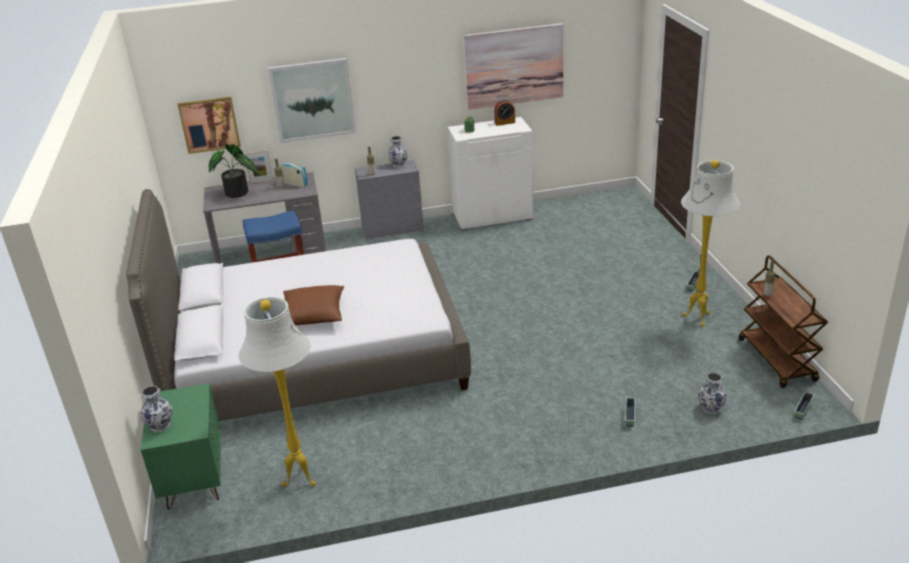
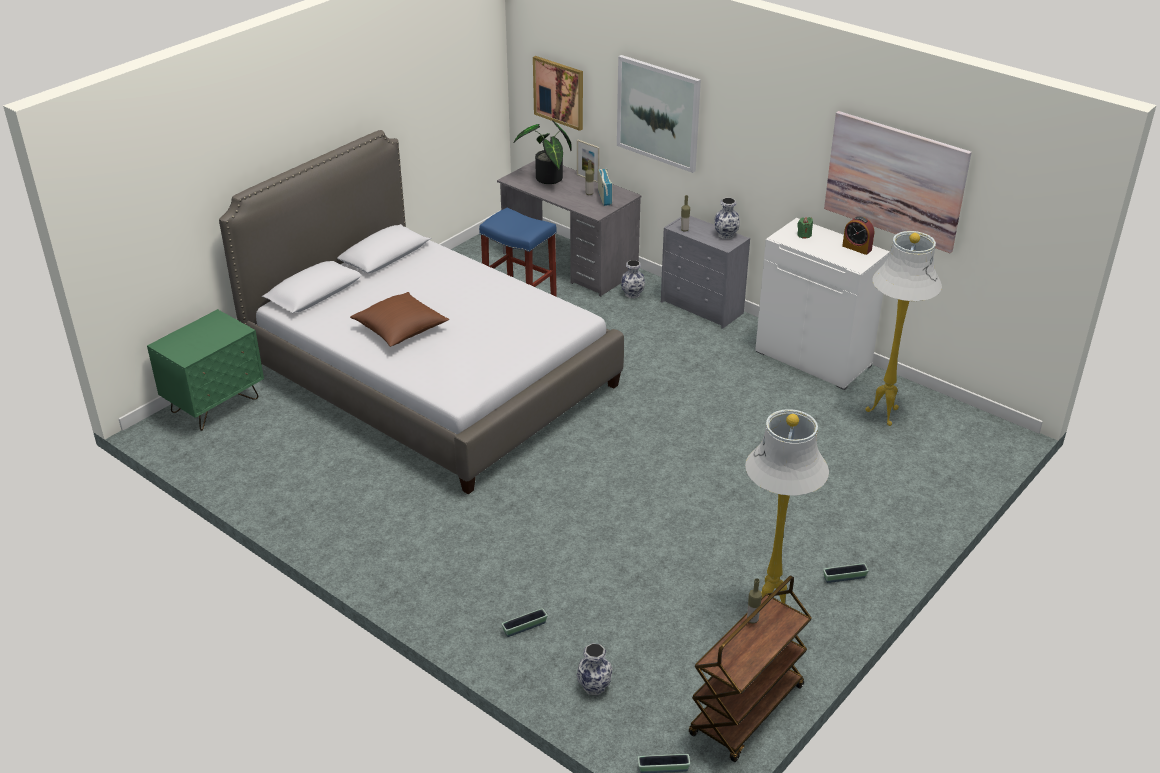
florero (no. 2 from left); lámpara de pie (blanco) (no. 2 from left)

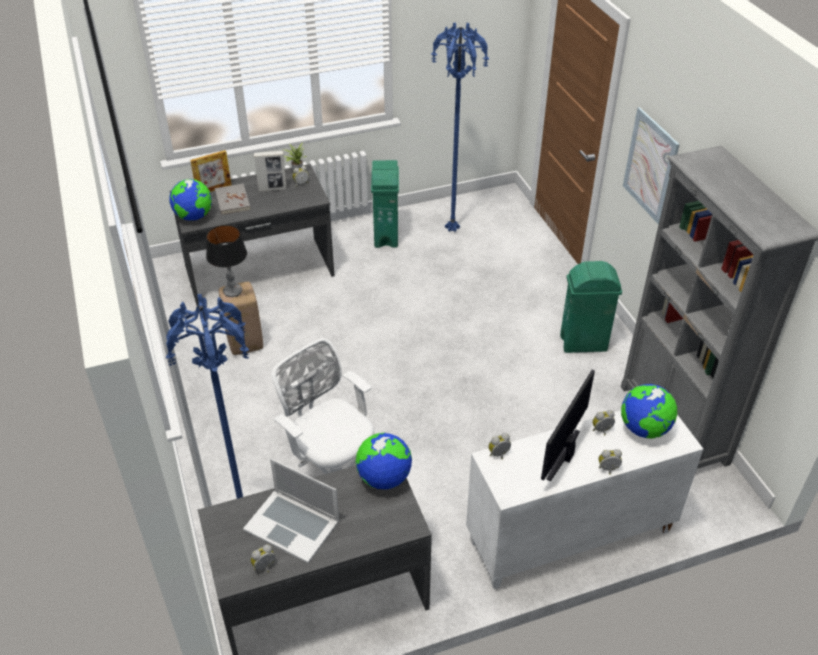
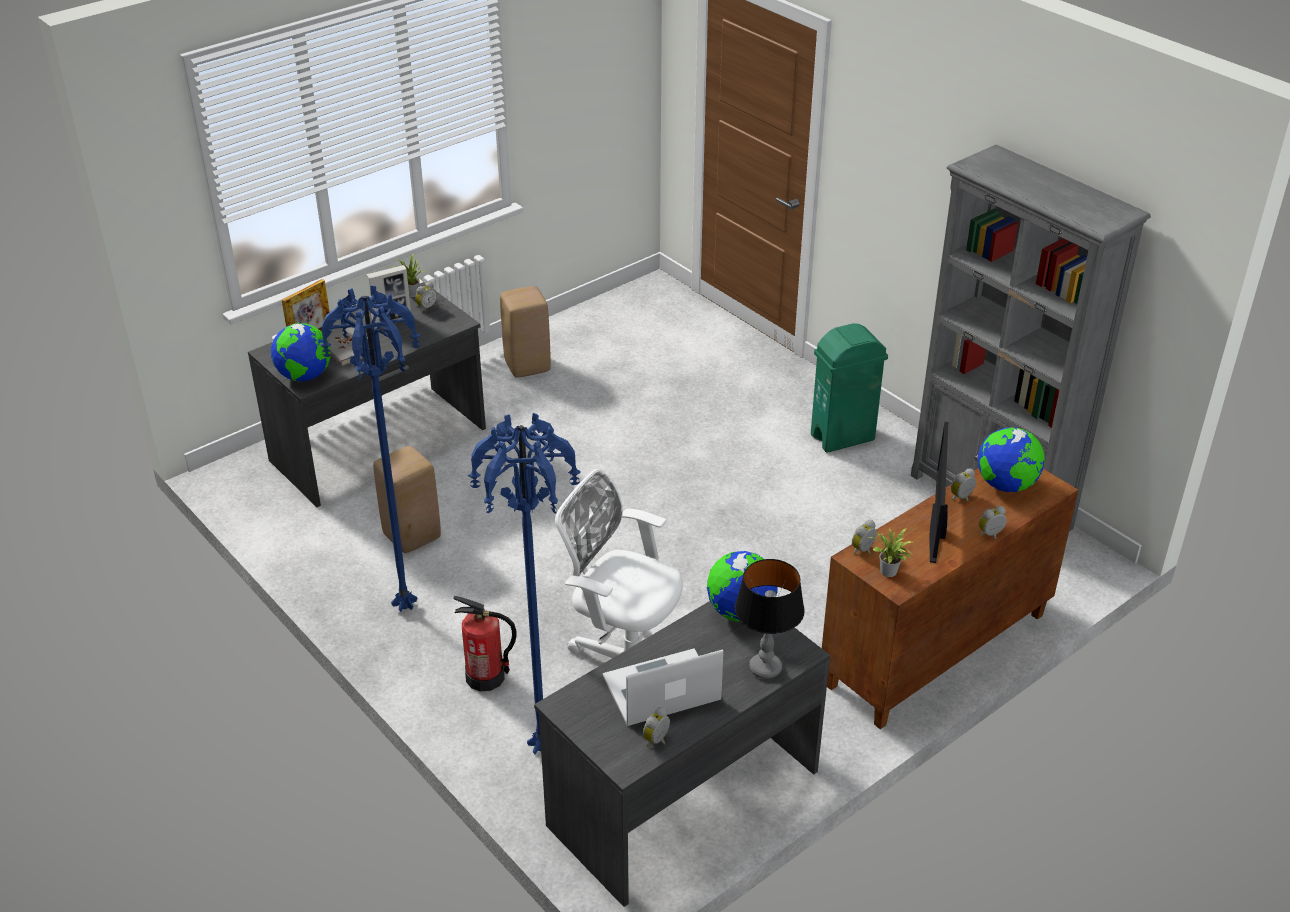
lámpara de mesa; portátil; taburete (beis) (no. 2 from left); lámpara de pie (azul) (no. 1 from left); armario (marrón); cuadro; extintor; planta en maceta (no. 2 from left)

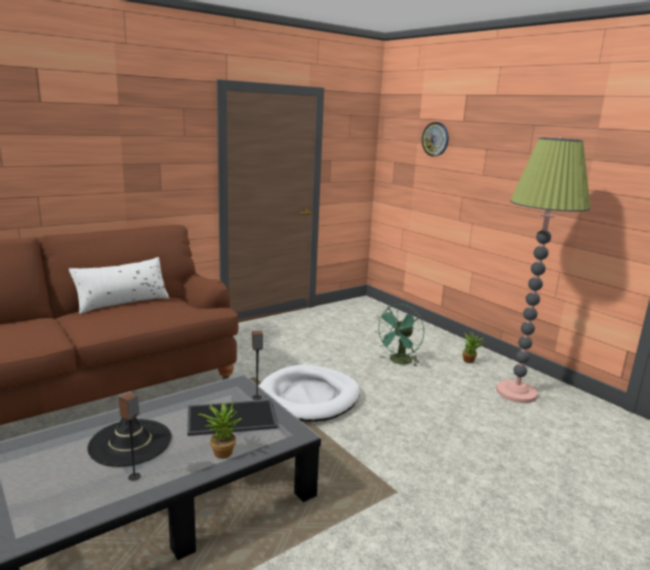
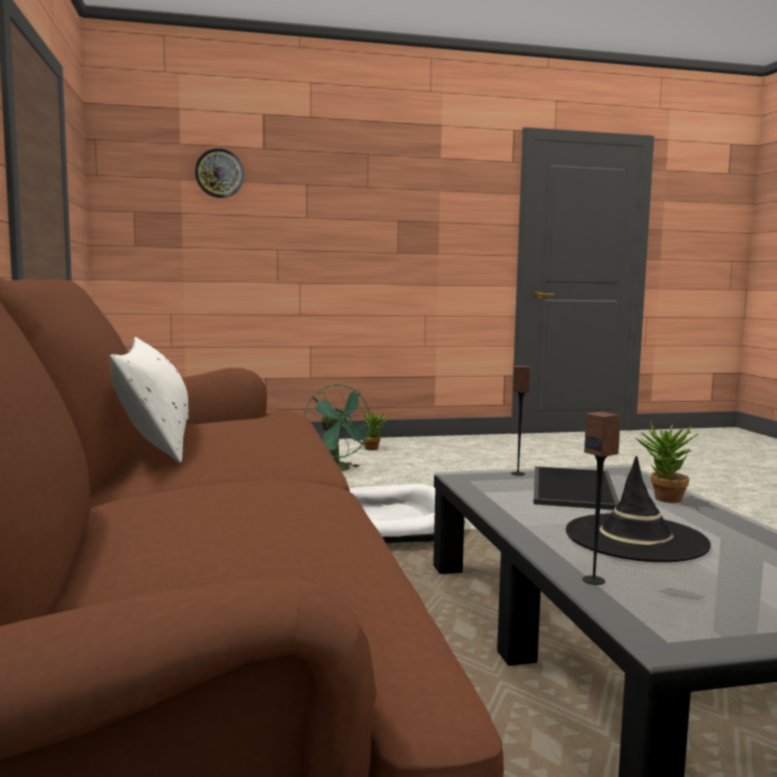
altavoz (no. 2 from left); lámpara de pie

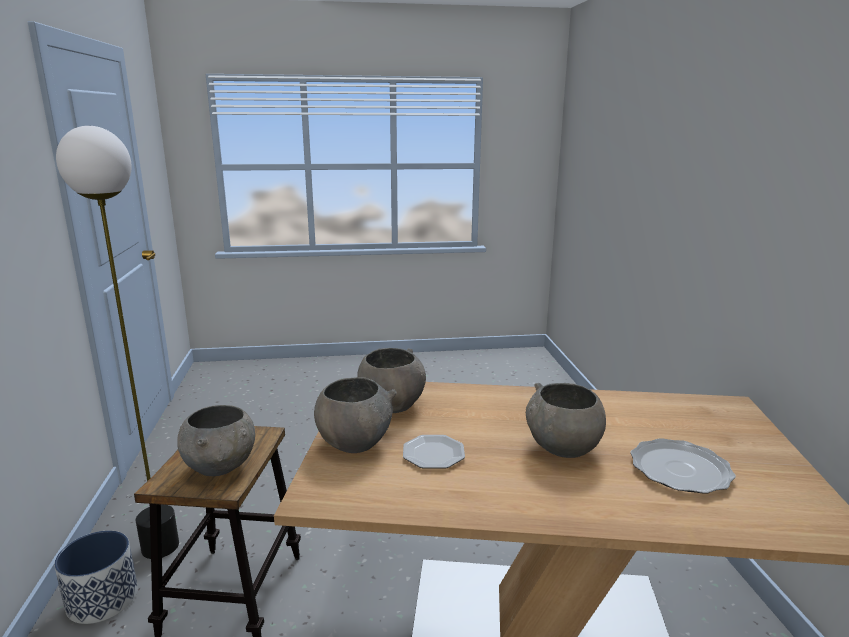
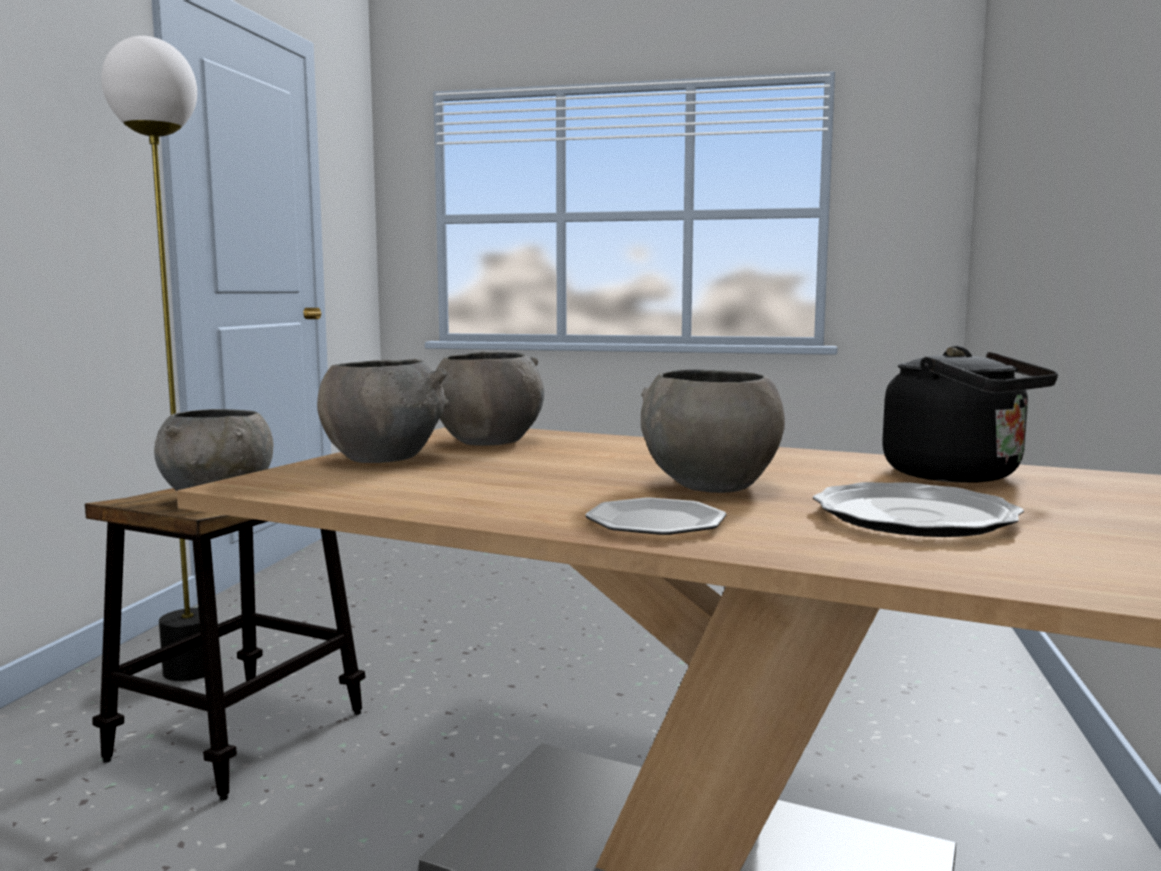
maceta; plato (no. 1 from left); hervidor (negro)

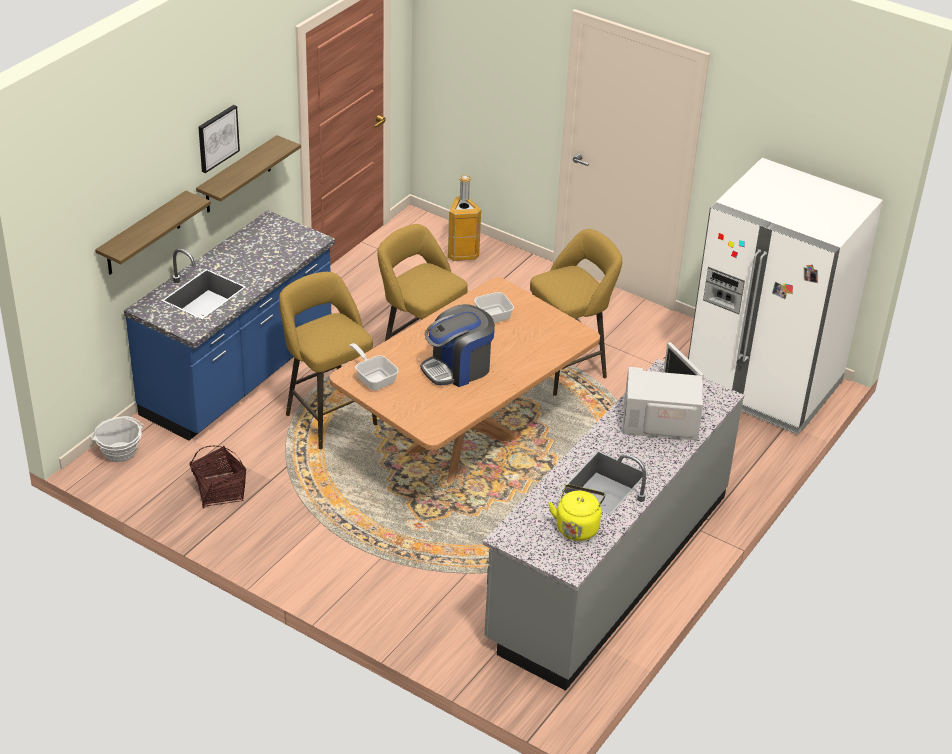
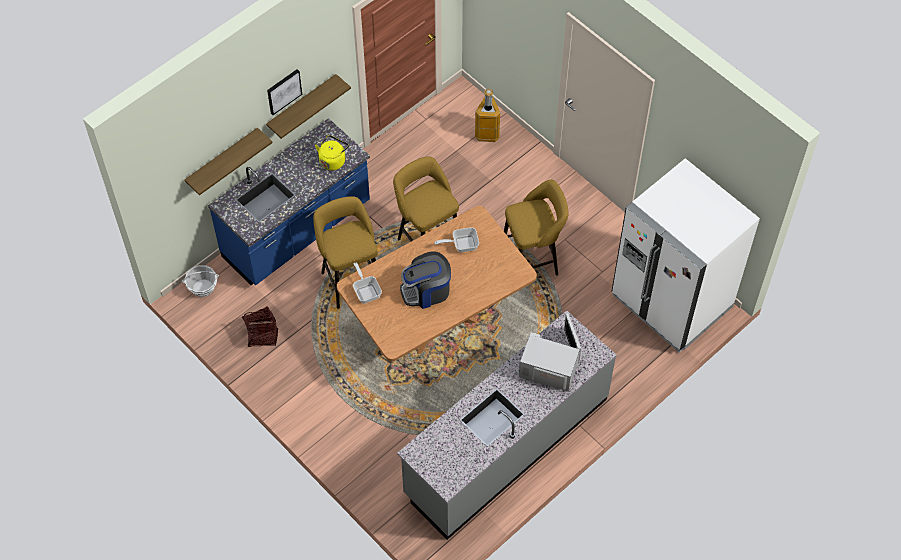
hervidor (amarillo)

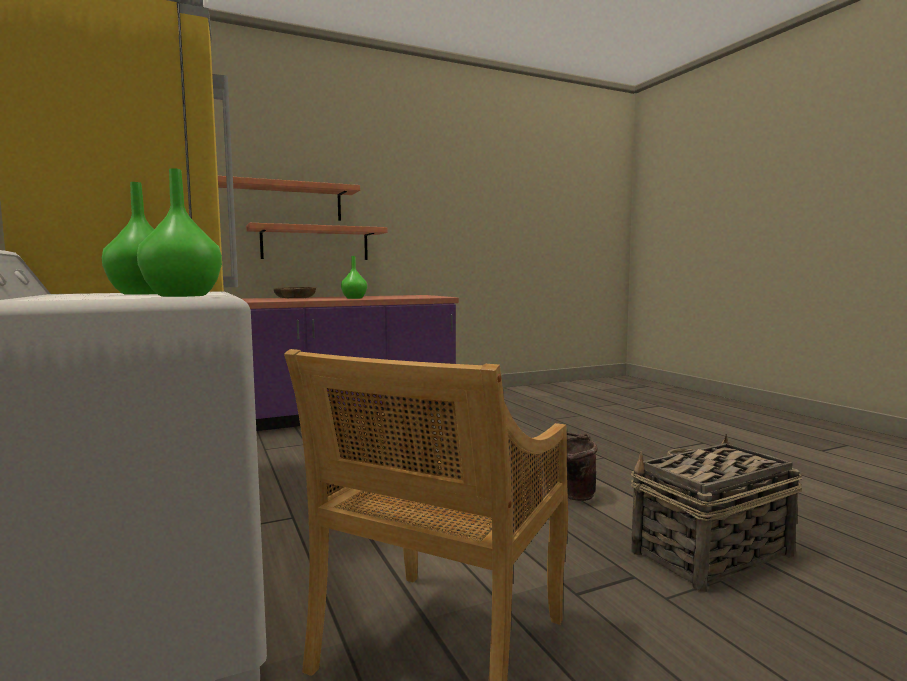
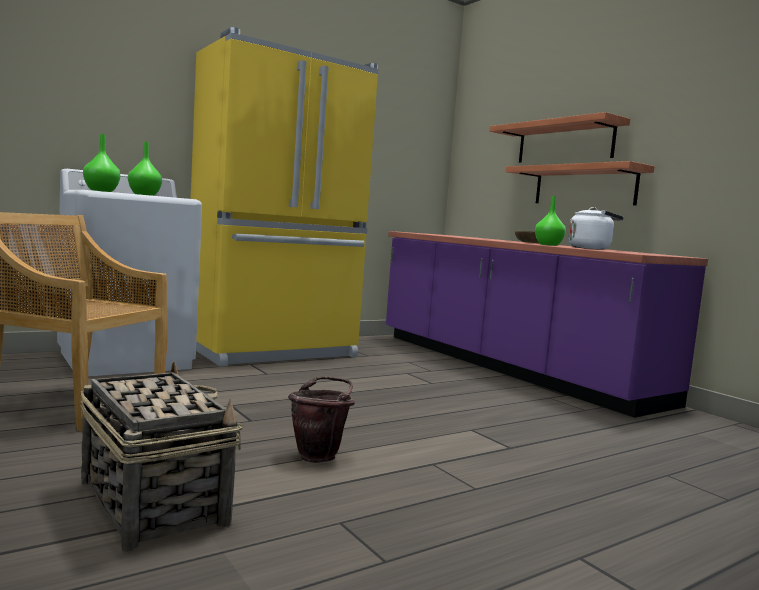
hervidor (blanco)

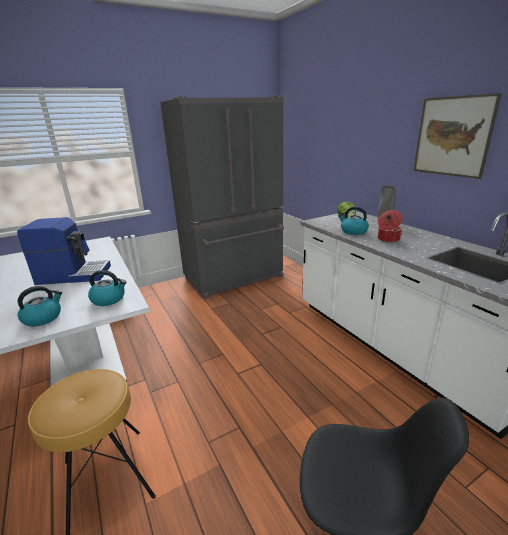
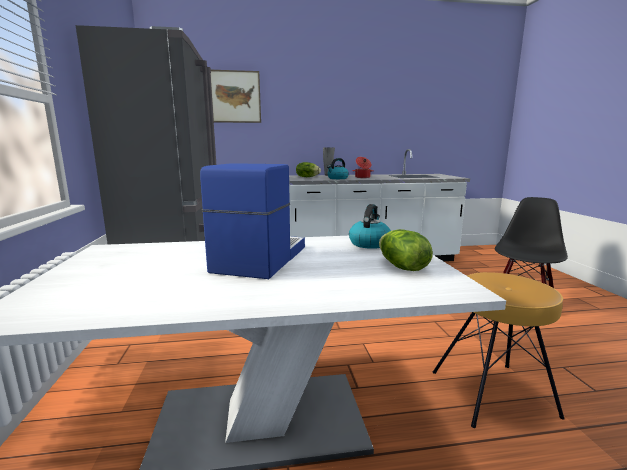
lechuga (no. 2 from left); cuadro

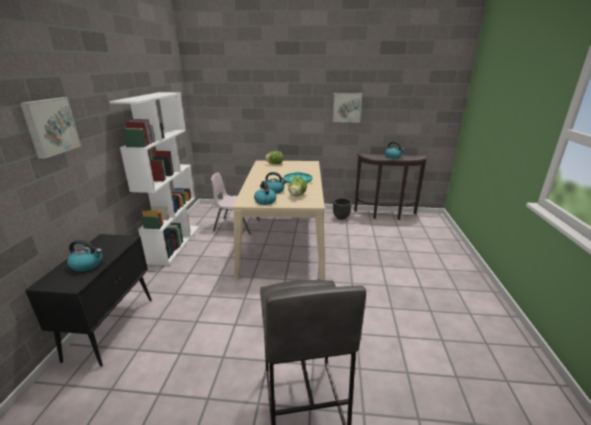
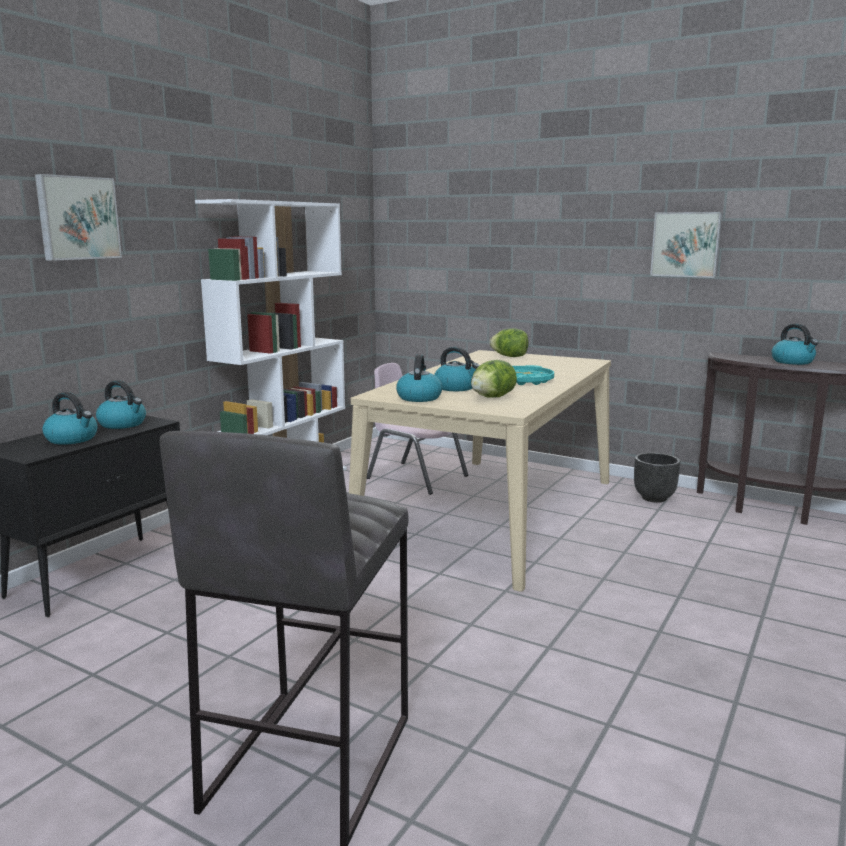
hervidor (no. 2 from left)

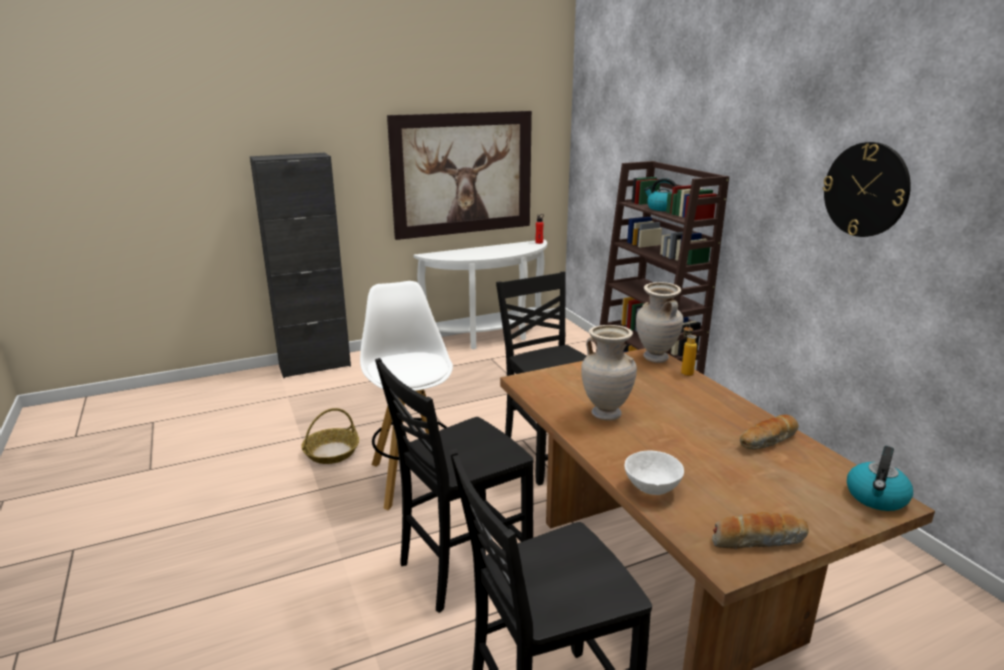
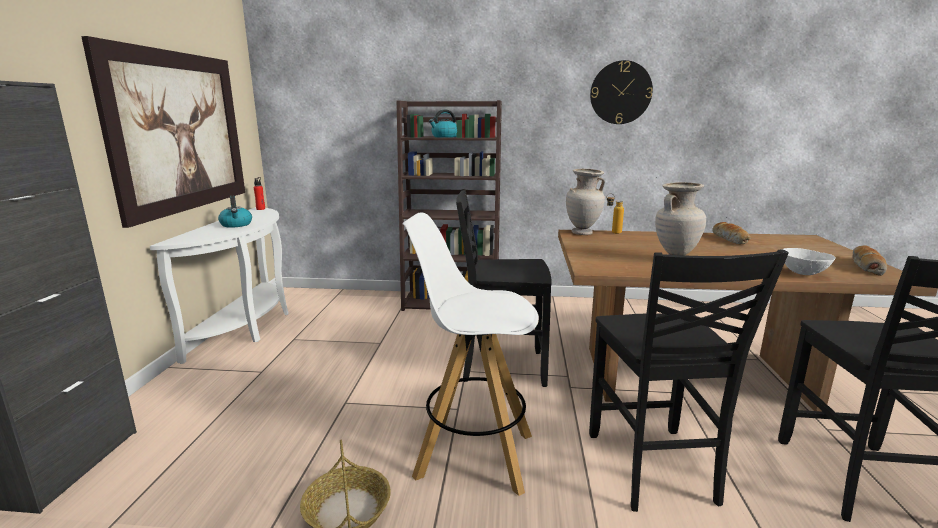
hervidor (no. 1 from left)

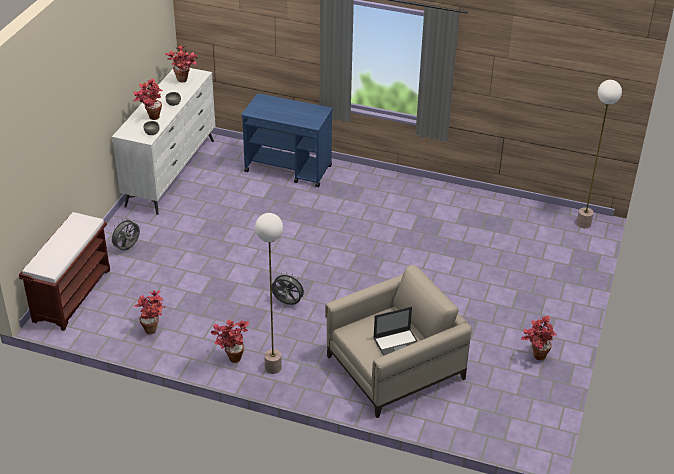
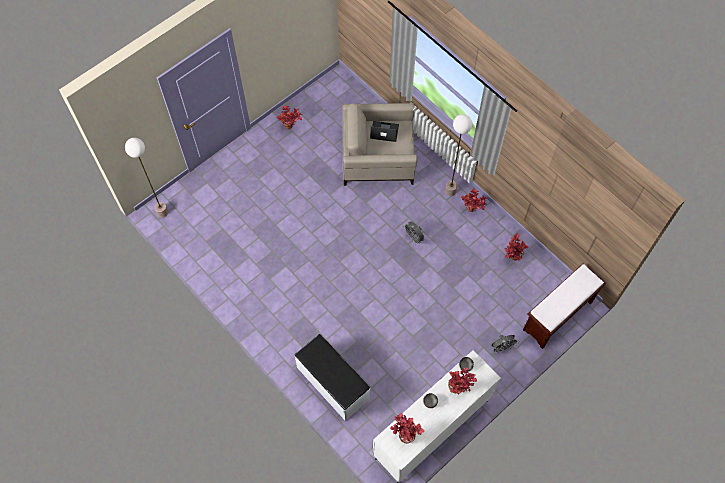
banco (blanco)

